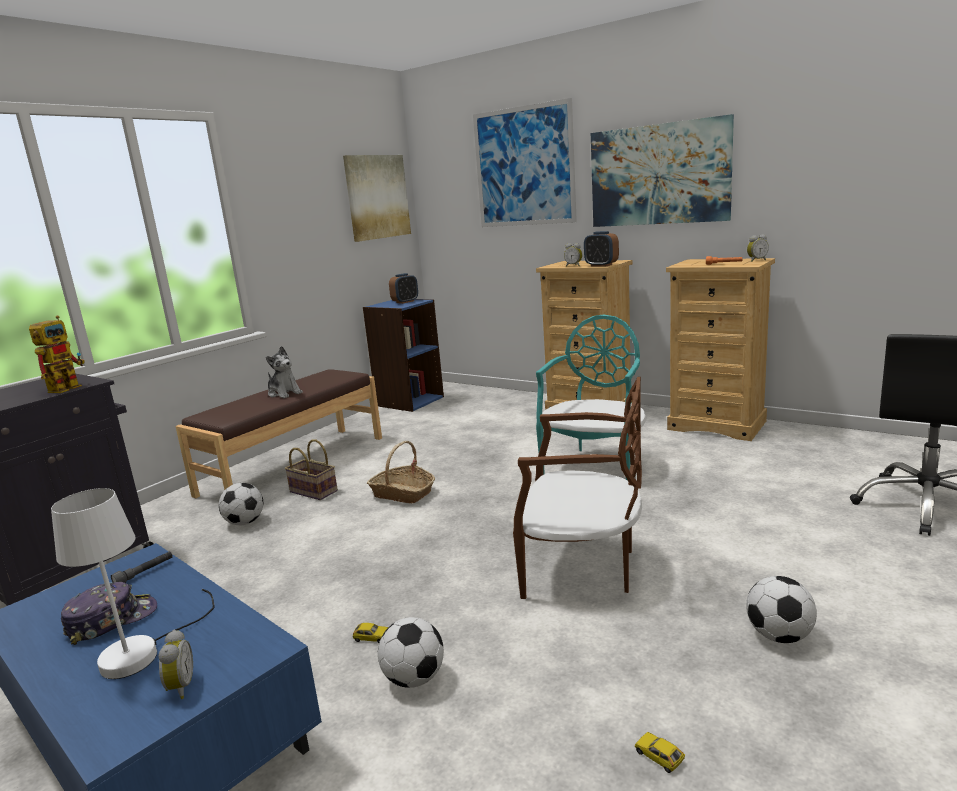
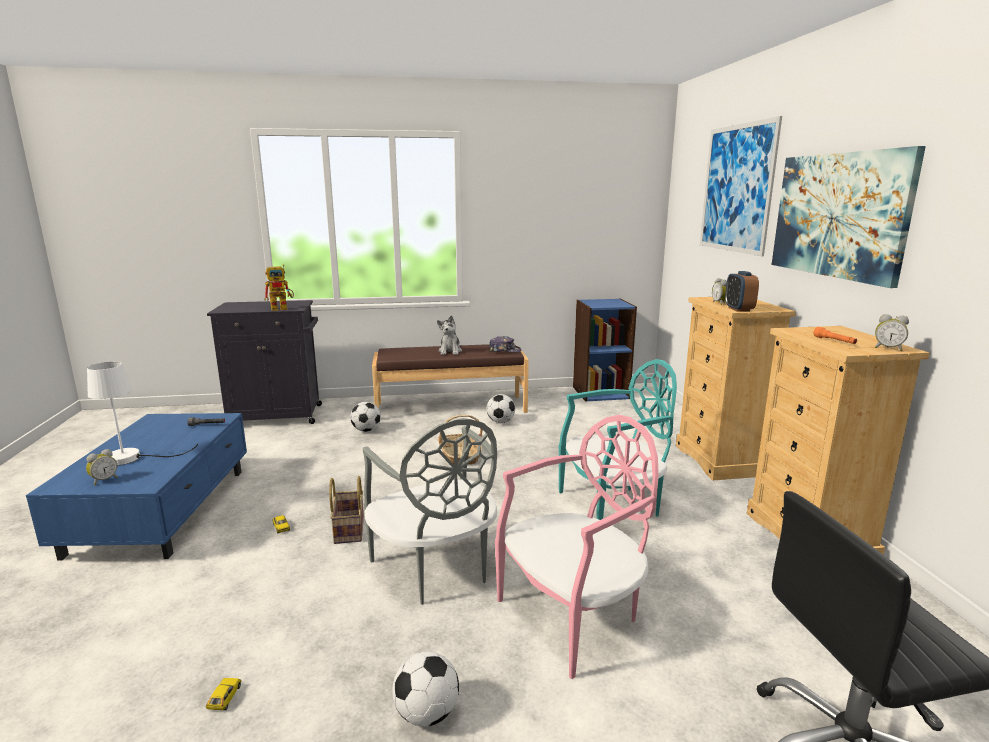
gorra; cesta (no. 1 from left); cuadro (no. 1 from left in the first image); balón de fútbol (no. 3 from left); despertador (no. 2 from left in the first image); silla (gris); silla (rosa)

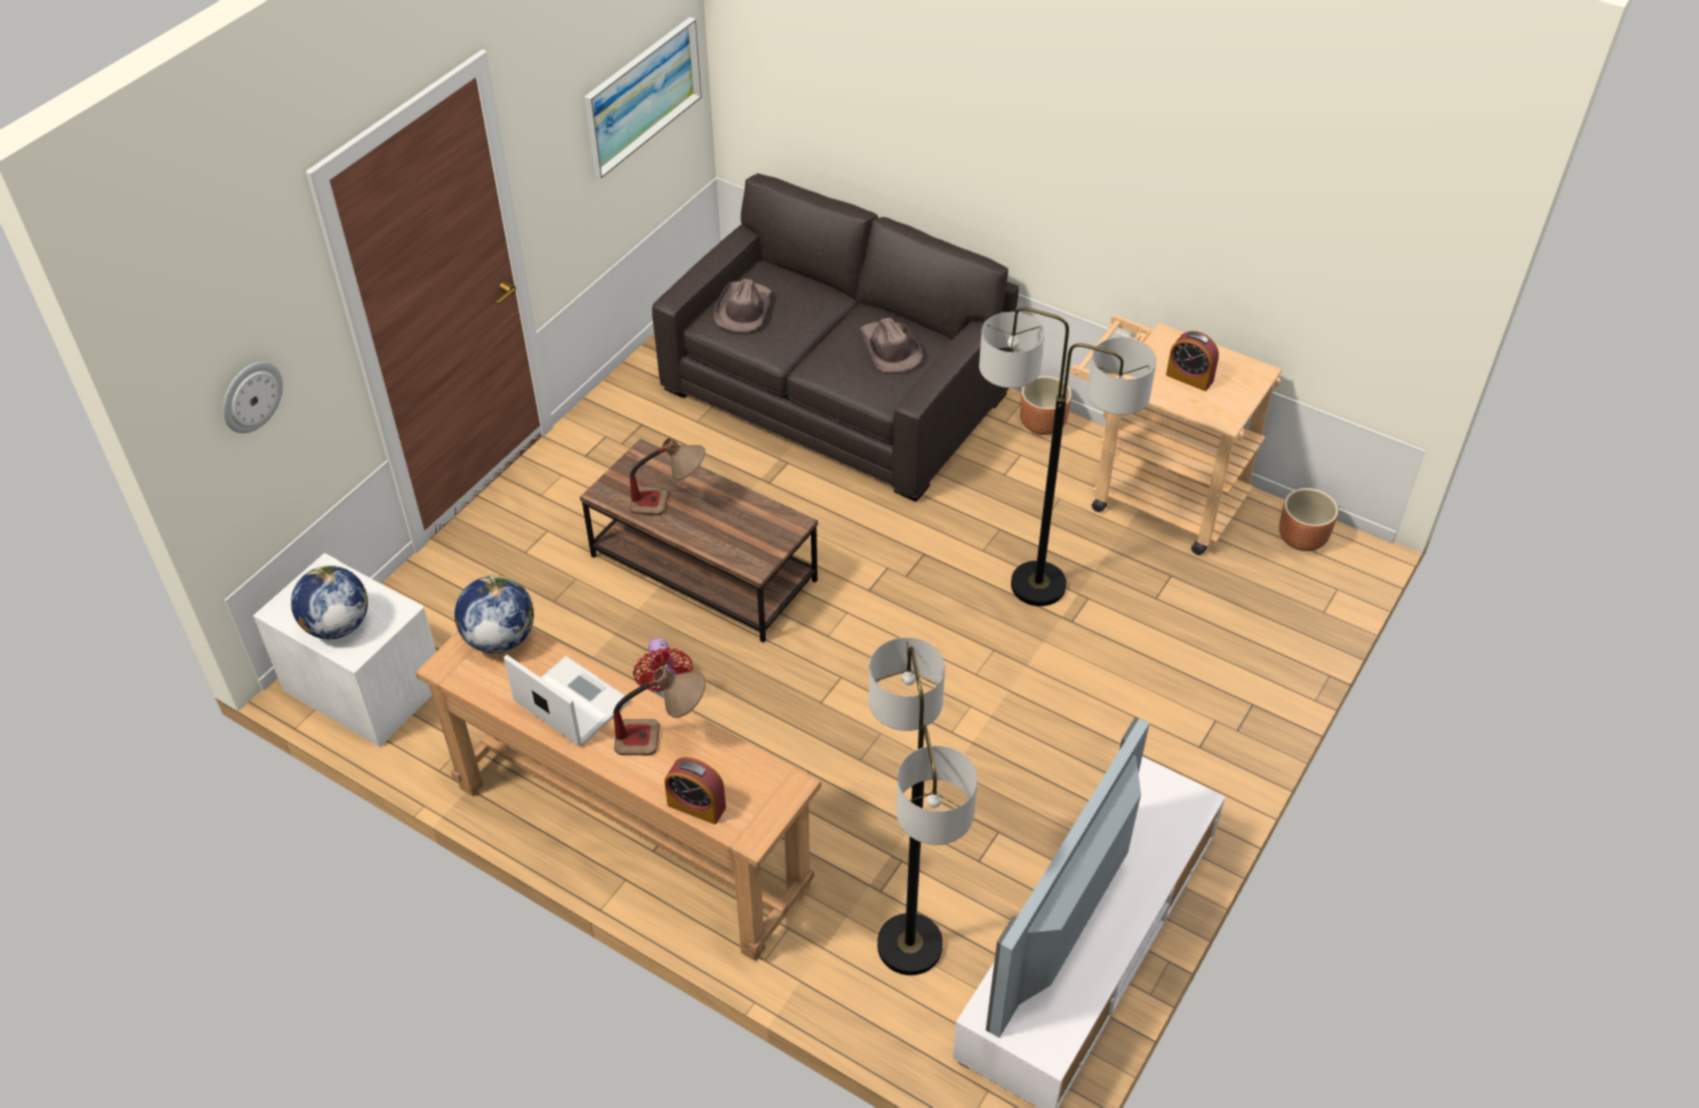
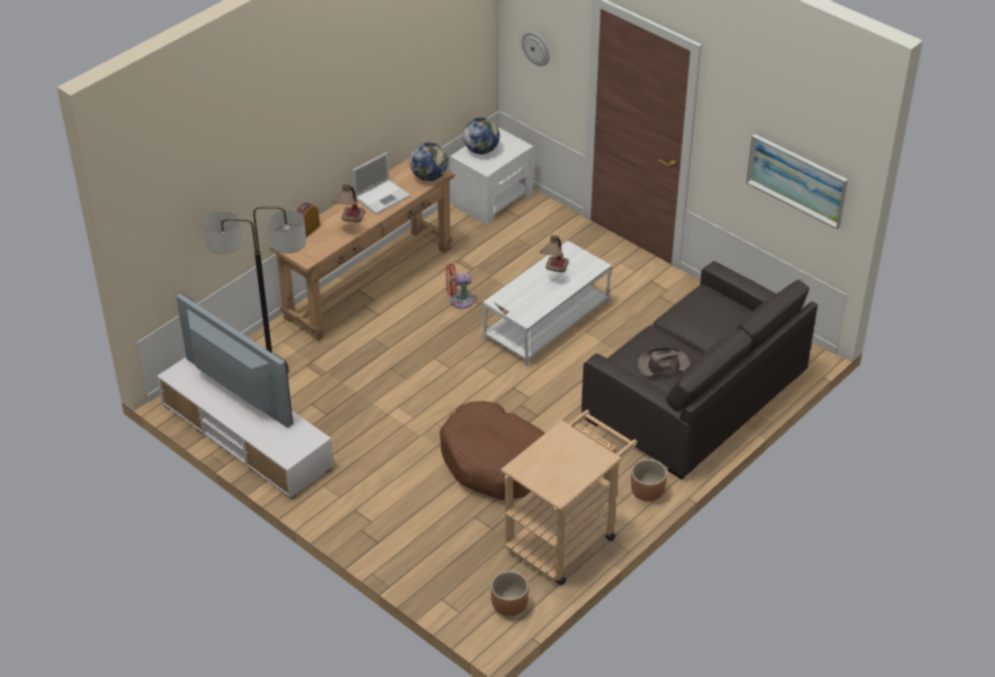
mesa de centro (blanco); sombrero (marrón) (no. 1 from left in the first image); cama para perro (marrón); despertador (no. 2 from left in the first image)

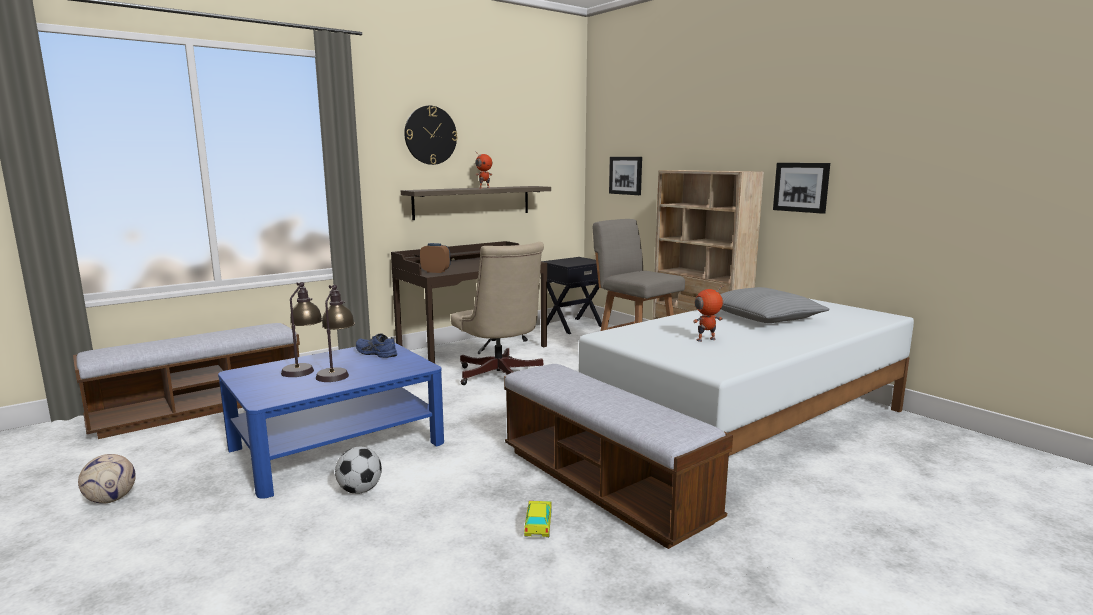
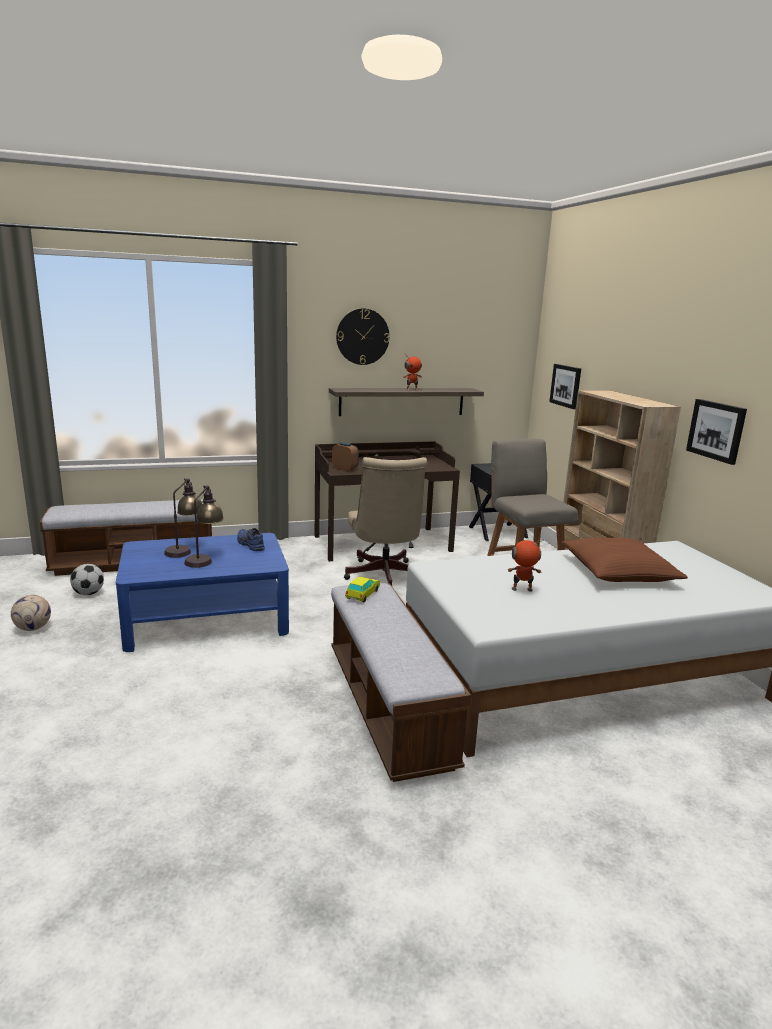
balón de fútbol (no. 2 from left); coche de juguete; cojín (marrón)

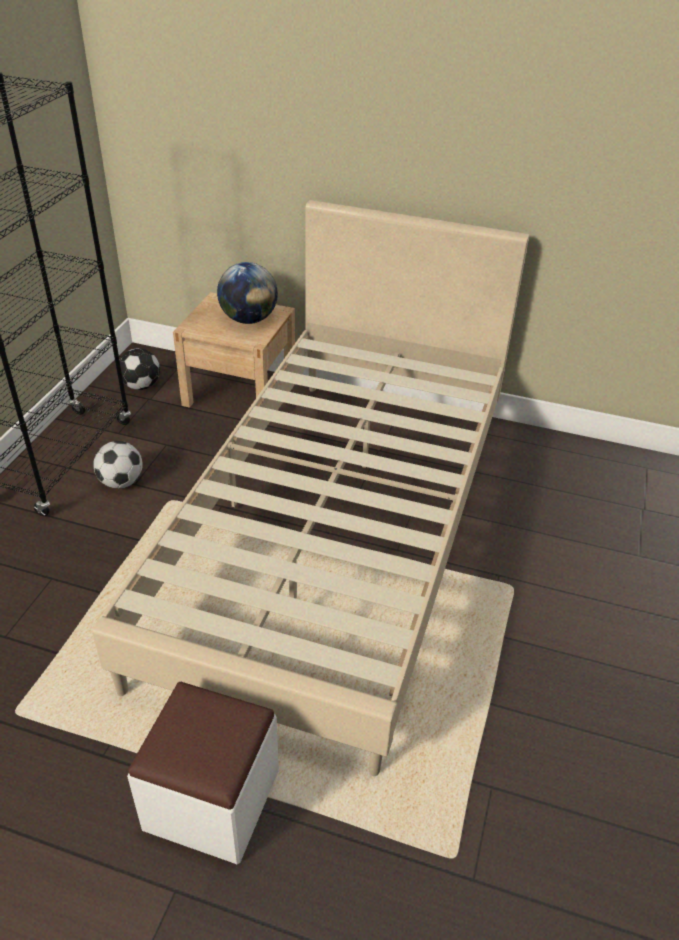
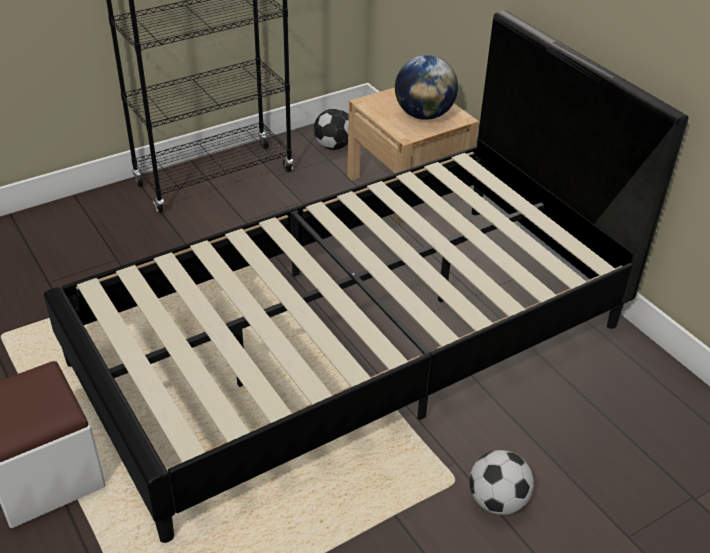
cama (negro); balón de fútbol (no. 2 from left)

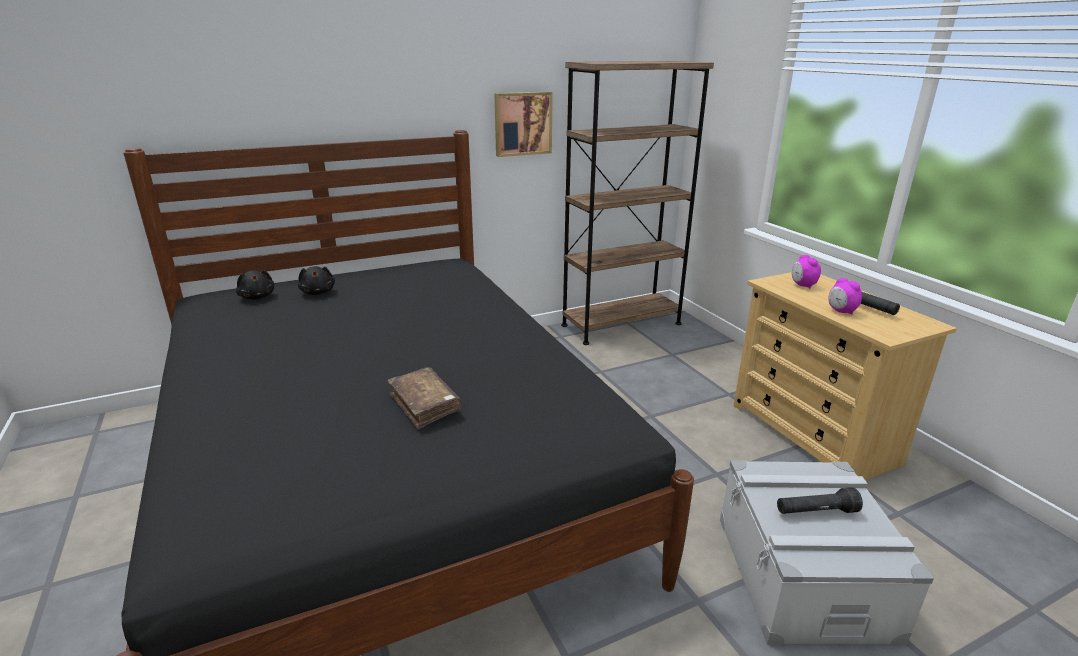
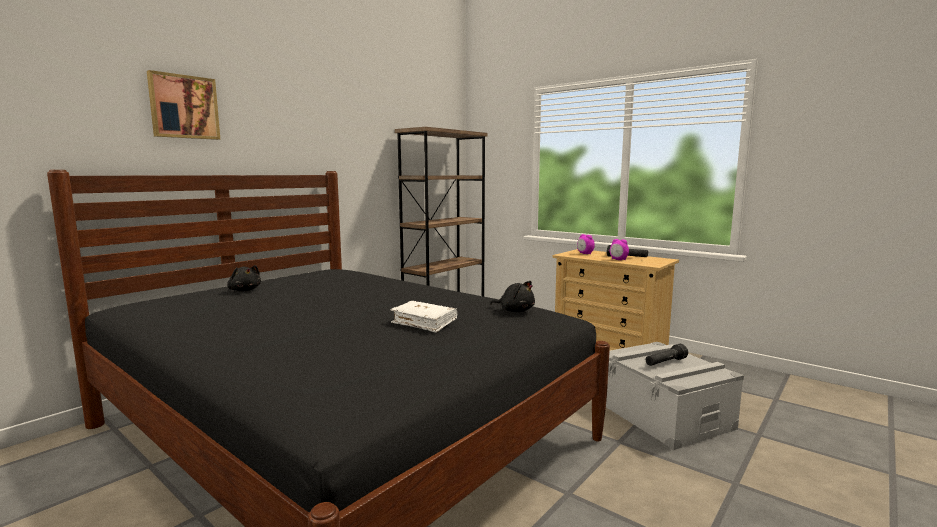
peluche (negro) (no. 2 from left); libro (blanco); cuadro

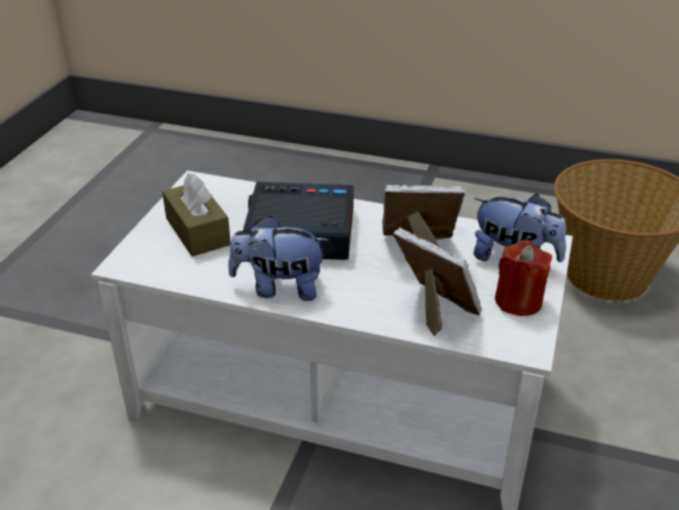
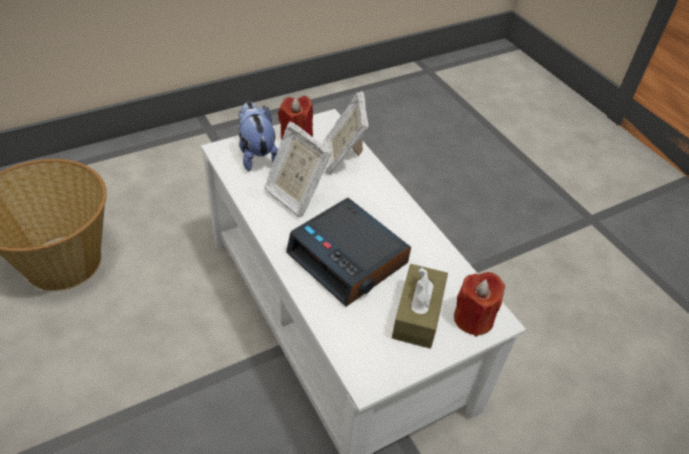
peluche (no. 1 from left in the first image); vela (rojo) (no. 2 from left)

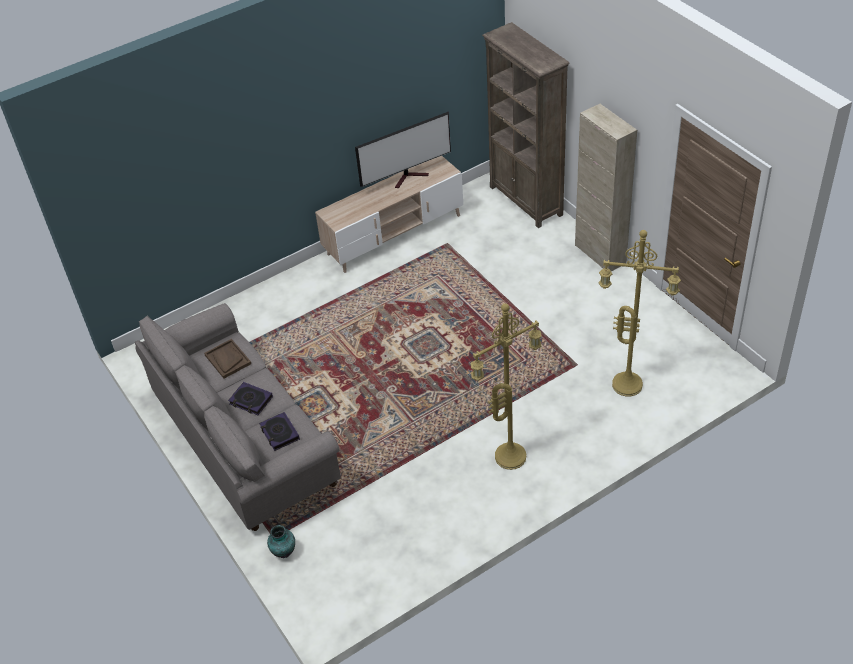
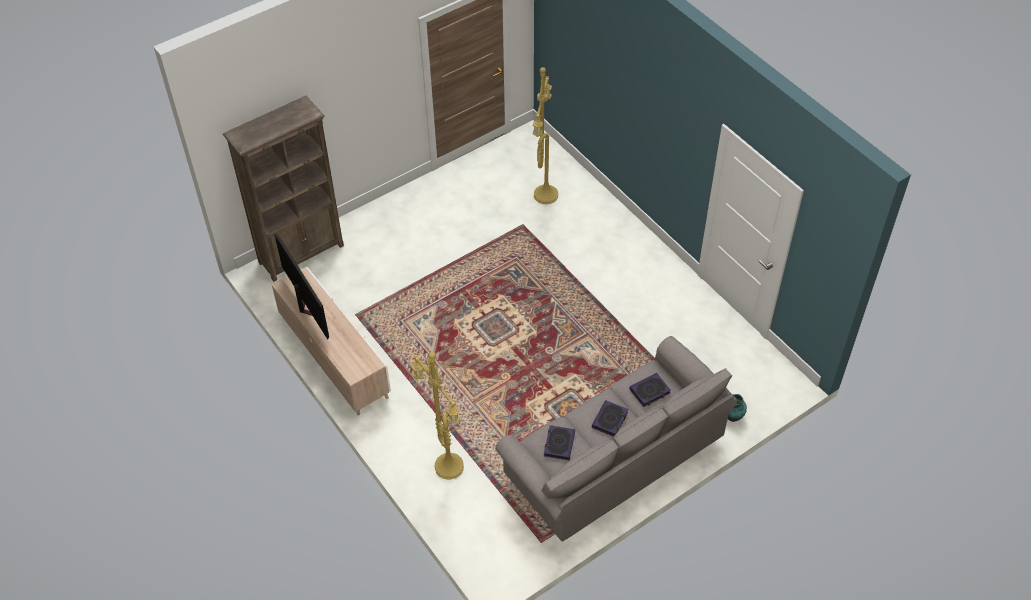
libro (no. 1 from left); lámpara de pie (amarillo) (no. 1 from left); armario (beis)

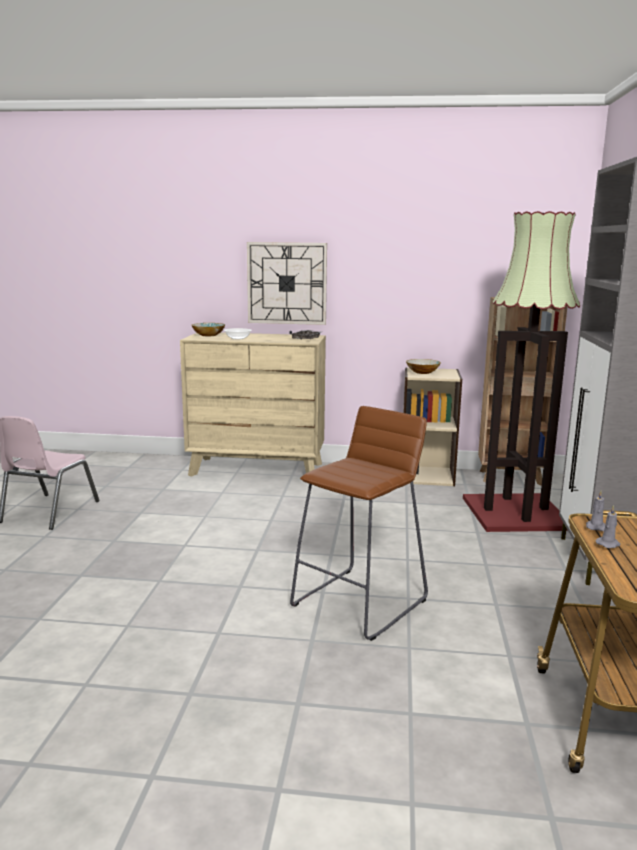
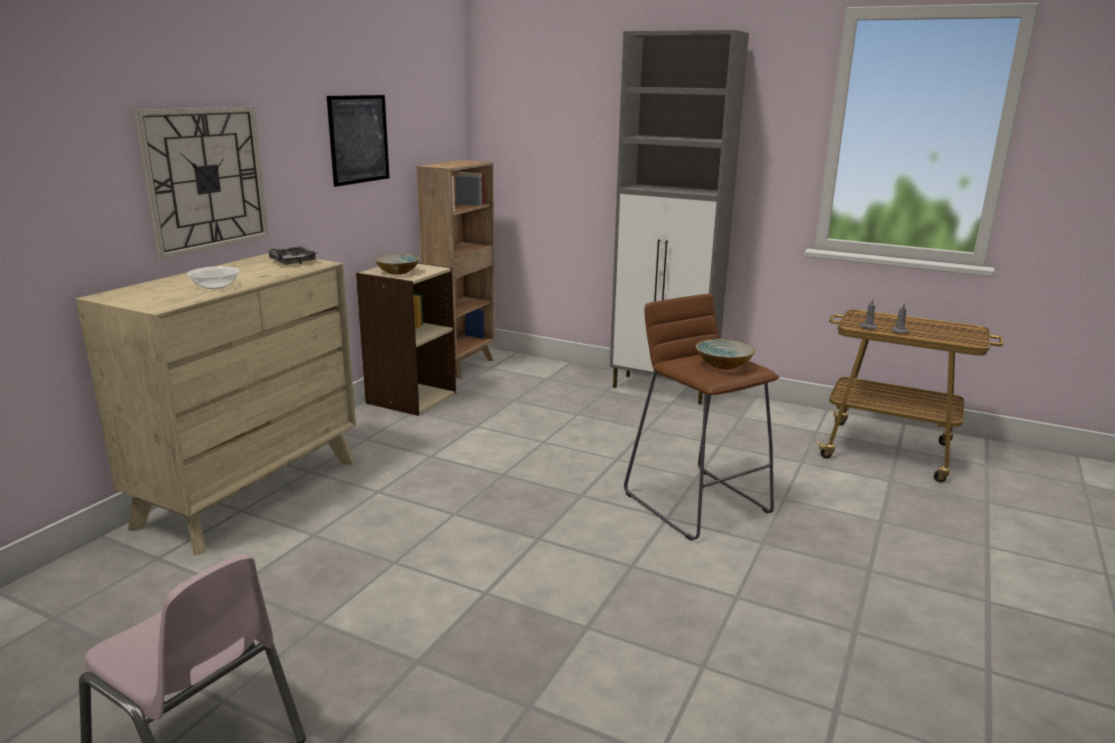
cuenco (no. 3 from left); lámpara de pie; cuadro

